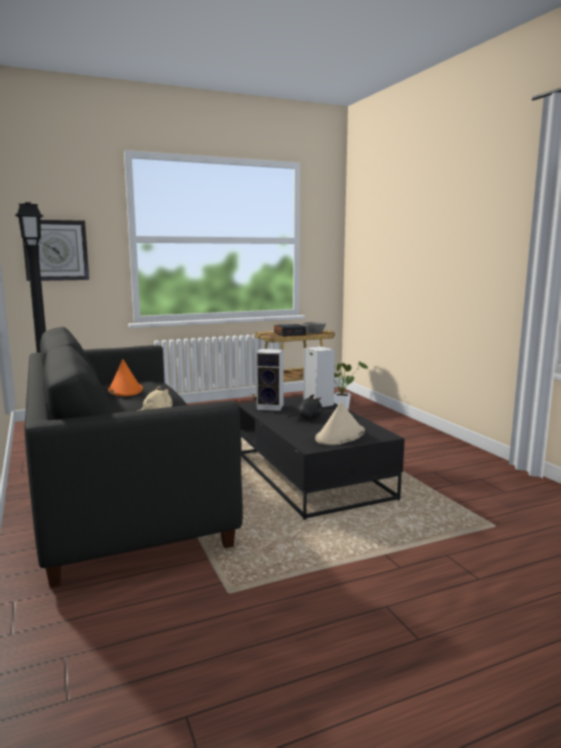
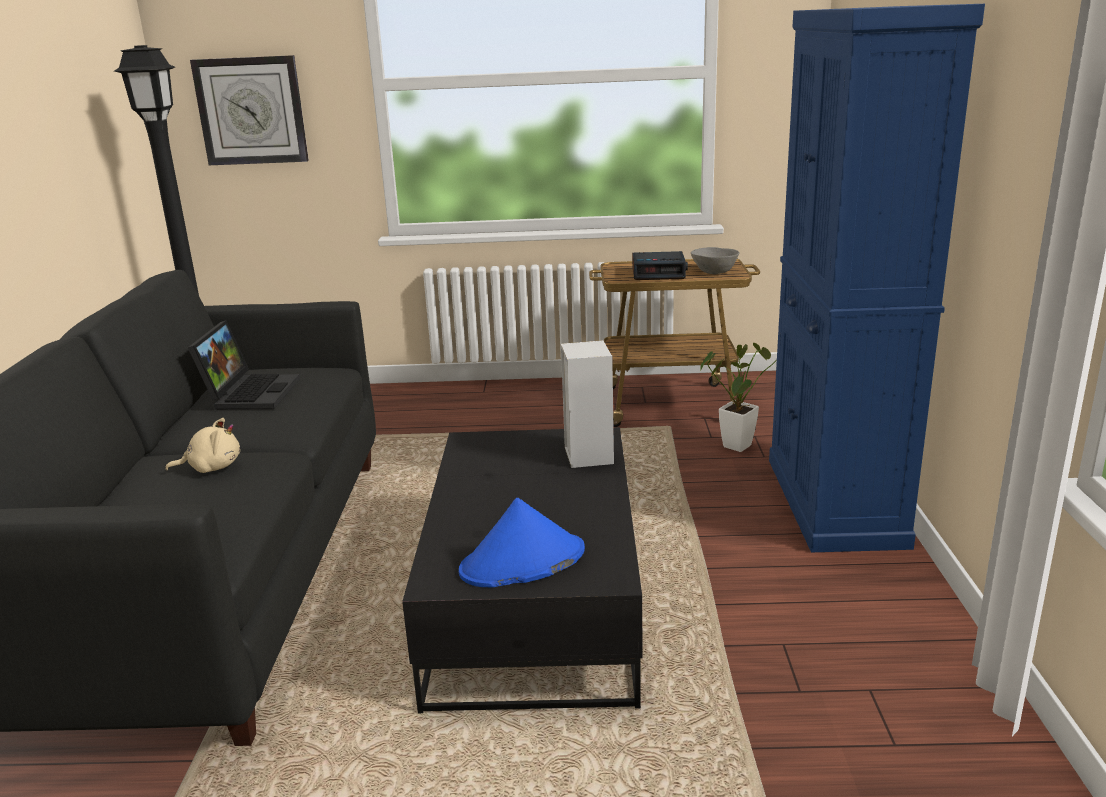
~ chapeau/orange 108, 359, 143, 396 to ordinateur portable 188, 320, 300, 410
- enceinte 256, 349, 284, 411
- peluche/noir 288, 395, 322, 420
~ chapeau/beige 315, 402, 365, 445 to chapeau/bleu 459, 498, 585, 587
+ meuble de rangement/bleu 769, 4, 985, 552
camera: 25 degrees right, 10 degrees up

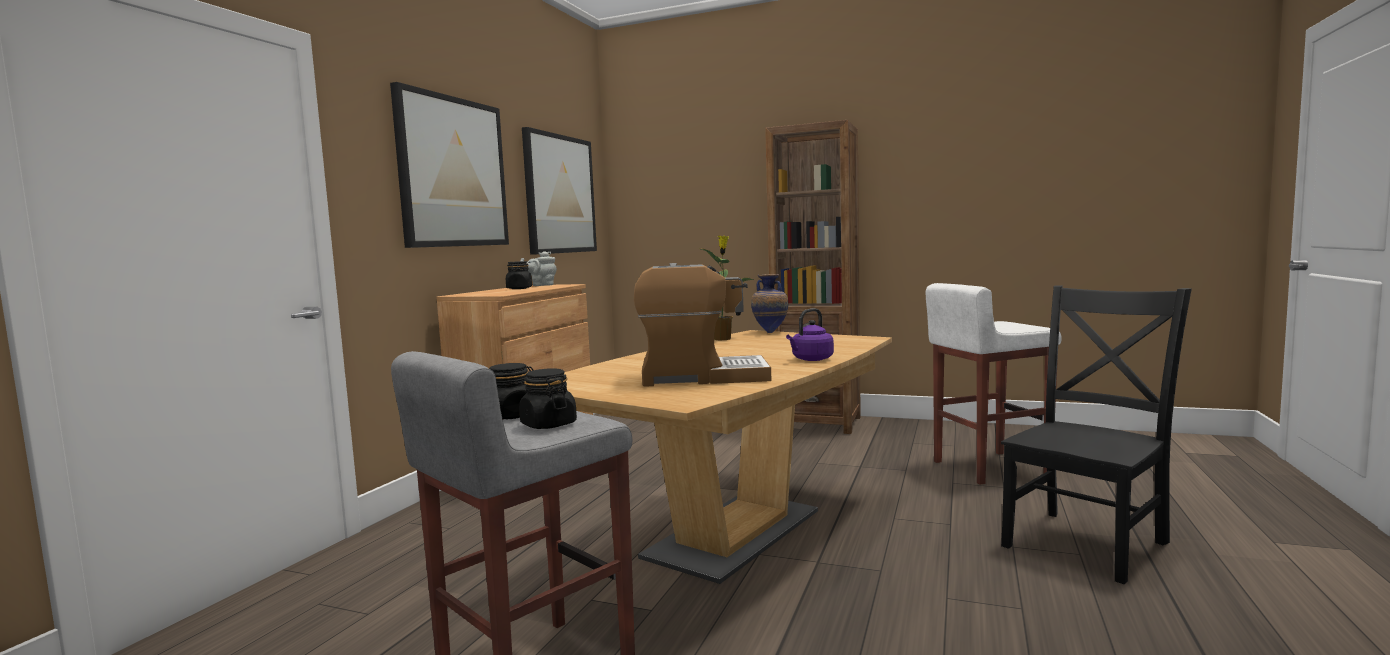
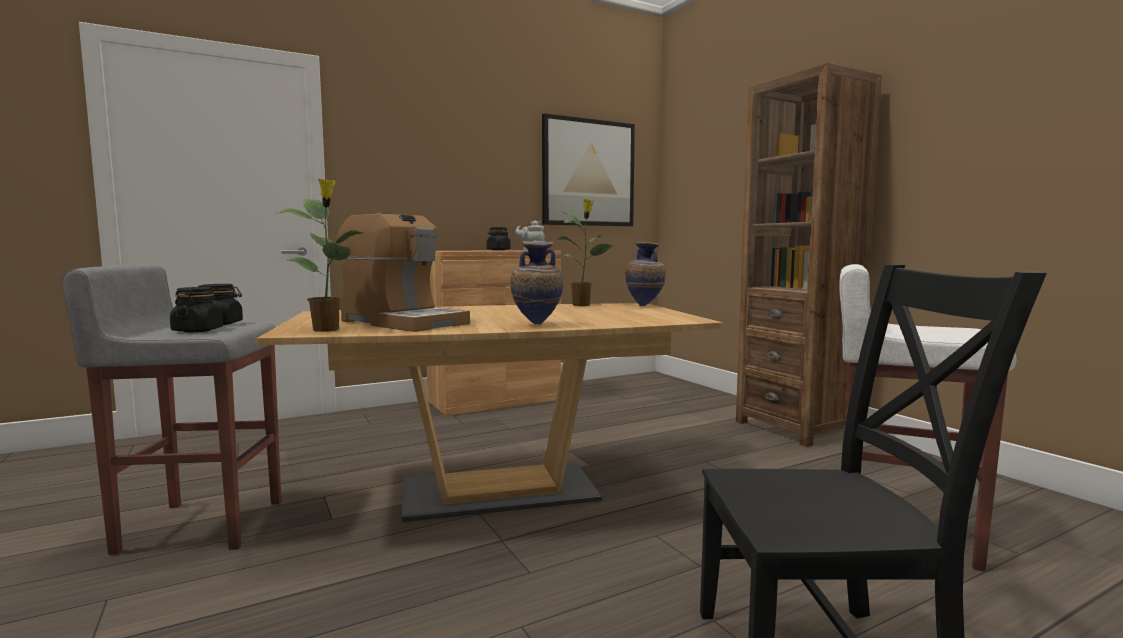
- tableau 390, 82, 509, 248
~ bouilloire/violet 786, 308, 834, 361 to vase 511, 241, 563, 324
+ plante en pot 277, 179, 363, 332
camera: 40 degrees right, 0 degrees up

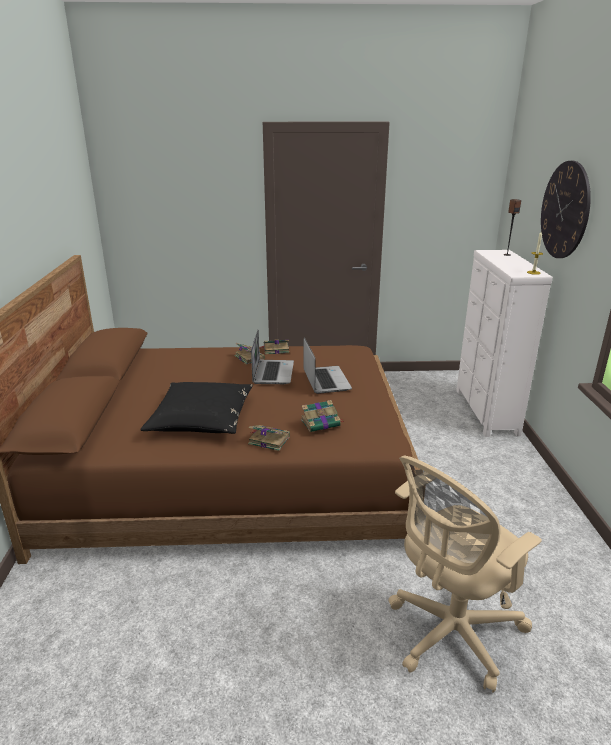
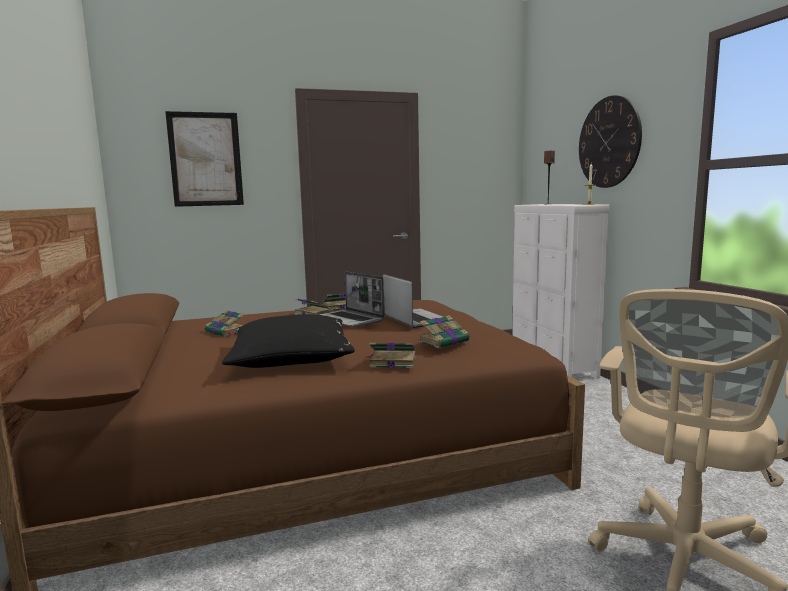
~ ordinateur portable 251, 329, 294, 384 = 319, 272, 385, 327 150 degrees clockwise
+ tableau 165, 111, 244, 207
+ livre 205, 310, 245, 337
camera: 15 degrees left, 15 degrees down

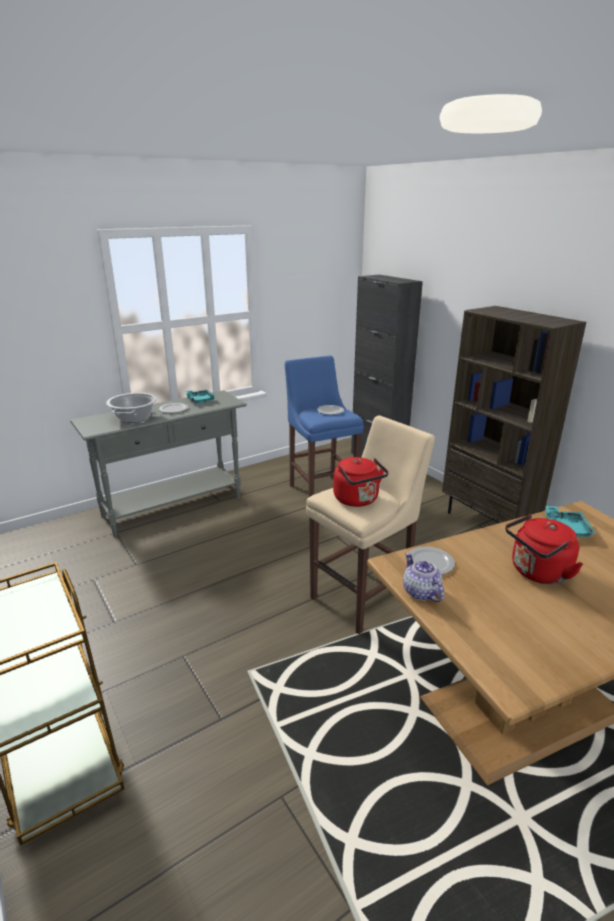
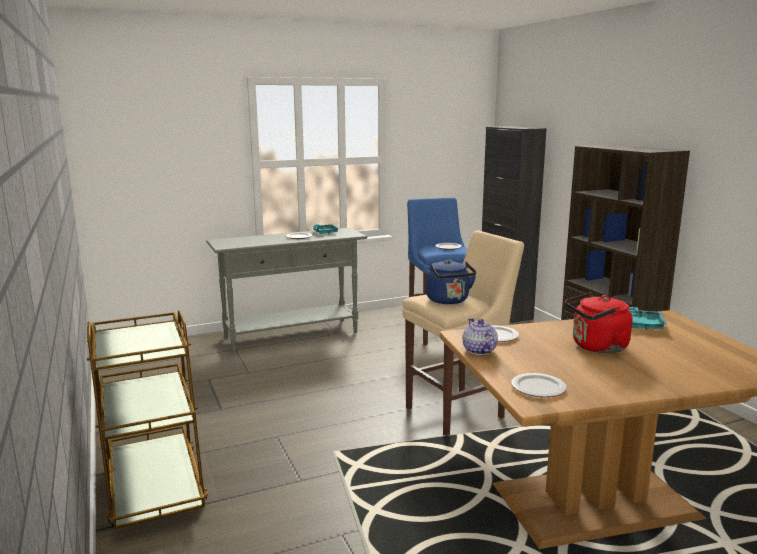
- marmite 106, 393, 157, 423
~ bouilloire/rouge 333, 457, 389, 507 to bouilloire/bleu 426, 260, 477, 304
+ assiette 511, 373, 567, 397
camera: 10 degrees right, 10 degrees down

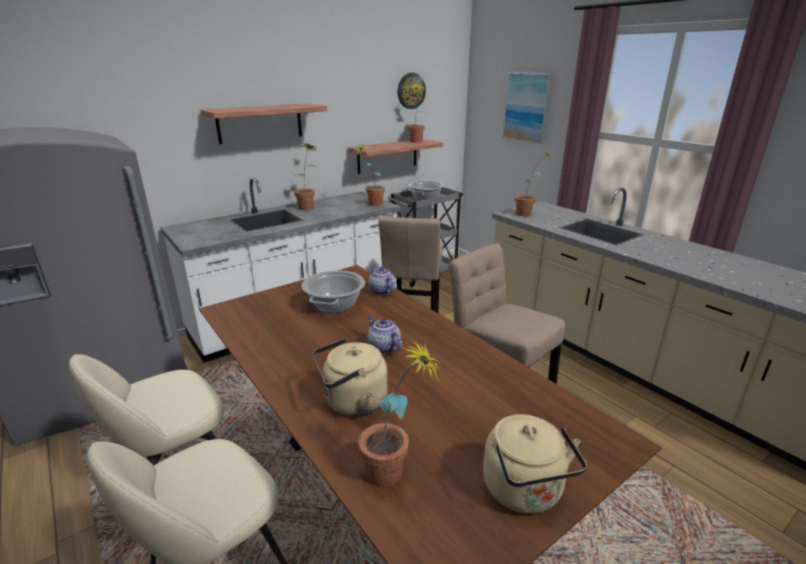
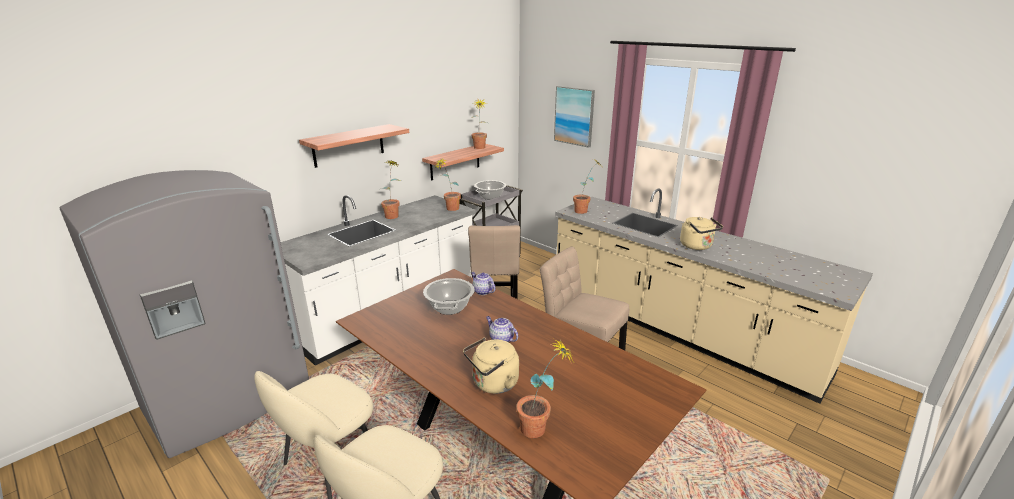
- horloge murale 398, 73, 426, 109
~ bouilloire/beige 483, 414, 587, 514 to 680, 217, 723, 250
camera: 10 degrees left, 0 degrees up

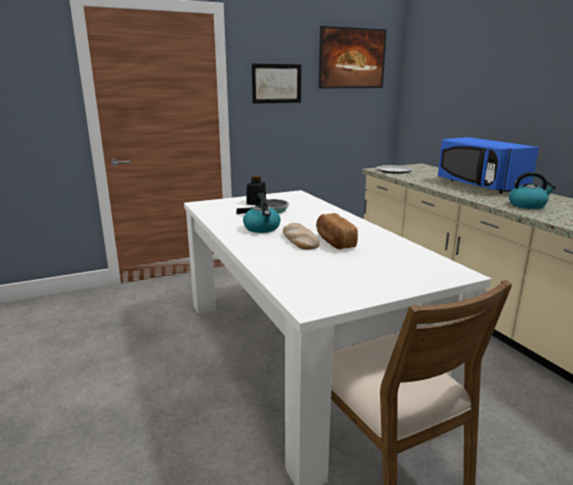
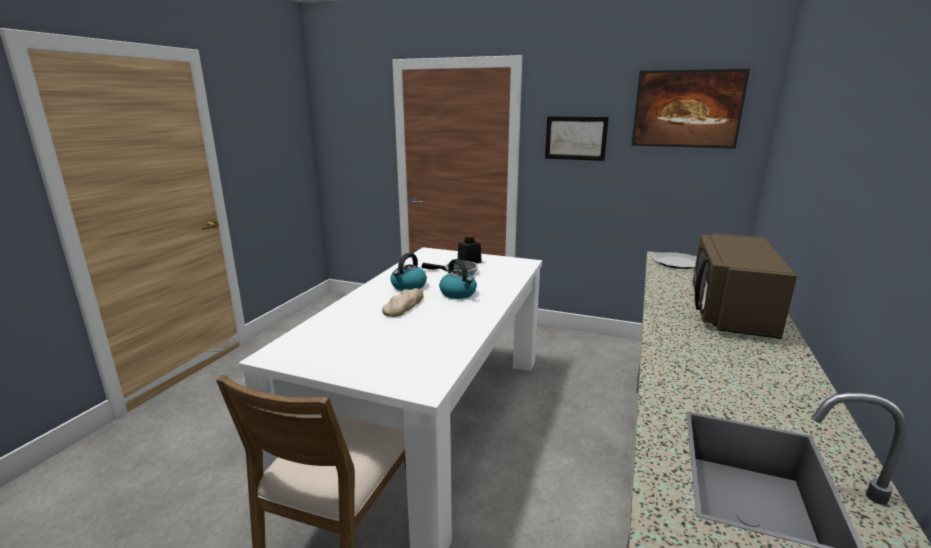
- pain 316, 213, 358, 249
~ micro-ondes/bleu 438, 137, 539, 193 to micro-ondes/marron 692, 233, 797, 339
~ bouilloire 509, 172, 556, 209 to 439, 259, 477, 299
camera: 45 degrees right, 0 degrees up

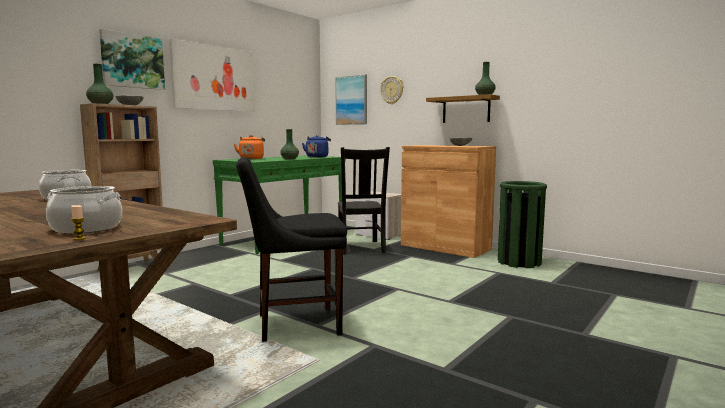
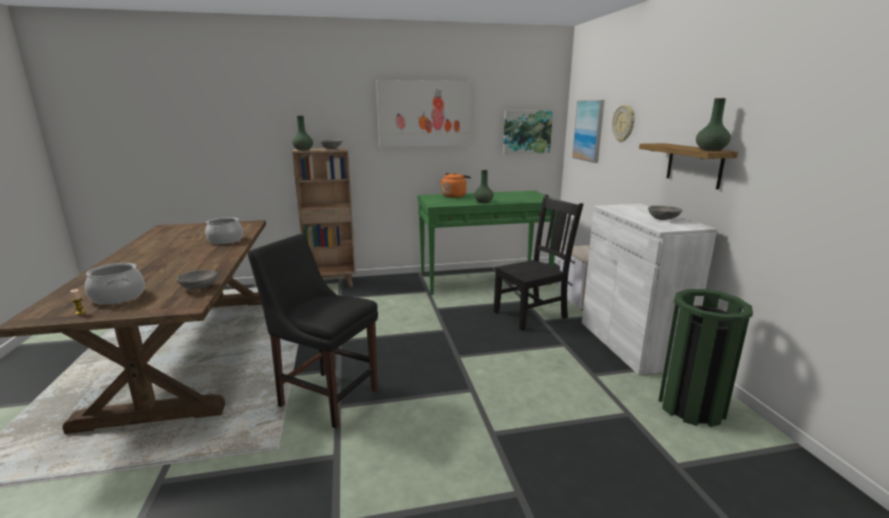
~ tableau 99, 29, 165, 90 to 503, 110, 553, 154
- bouilloire/bleu 302, 135, 331, 158
~ chaise/noir 338, 147, 390, 254 = 494, 194, 583, 331 150 degrees counterclockwise
~ meuble de rangement/marron 401, 145, 496, 258 to meuble de rangement/blanc 582, 204, 717, 375
+ bol/gris 177, 270, 217, 289
camera: 40 degrees right, 10 degrees up

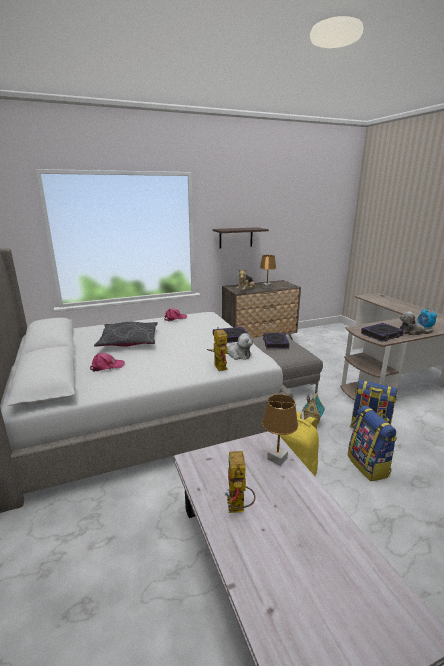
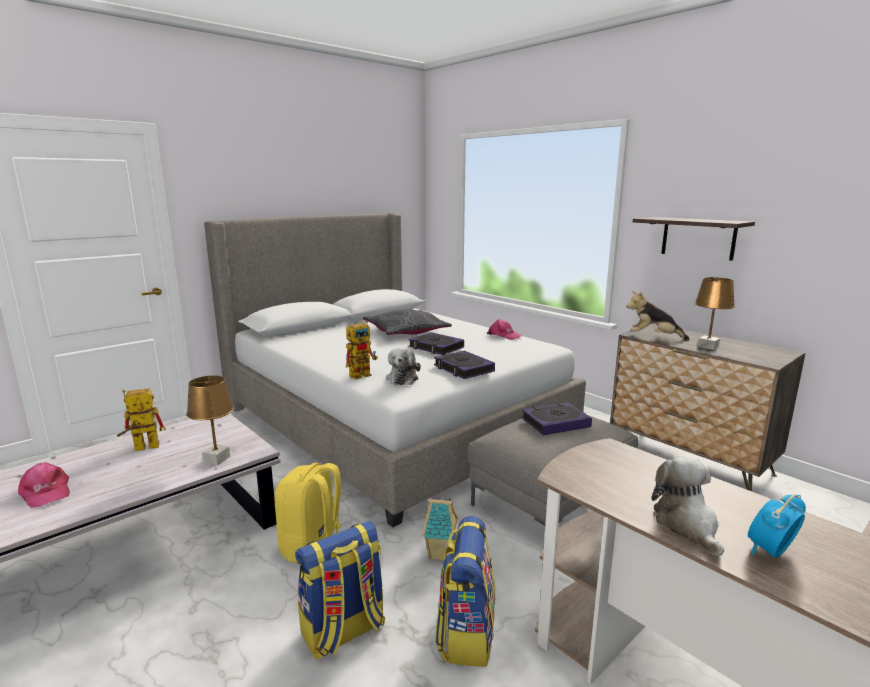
~ casquette/rose 90, 353, 125, 372 to 18, 463, 70, 508
~ livre 361, 323, 405, 342 to 409, 332, 464, 355
camera: 70 degrees right, 5 degrees down

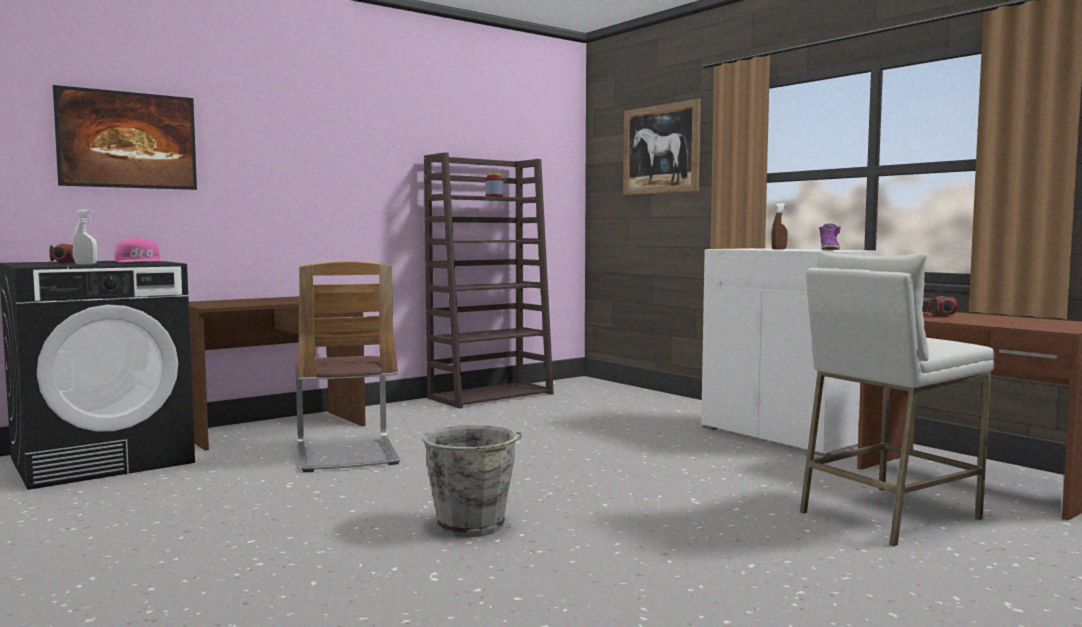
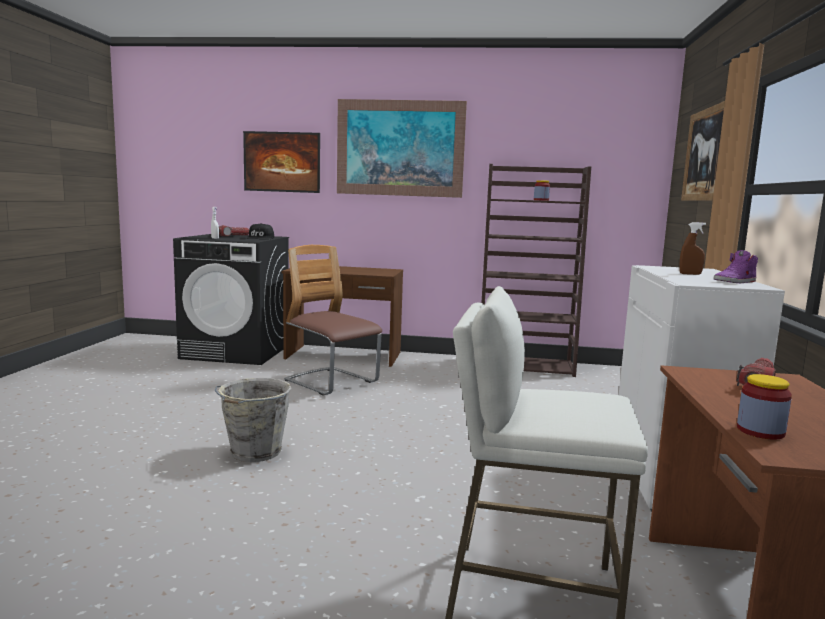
~ casquette/rose 115, 237, 164, 263 to casquette/noir 246, 223, 274, 239
~ chaise 295, 261, 400, 472 = 284, 245, 382, 396 105 degrees clockwise
+ tableau 337, 99, 467, 198
+ bocal 737, 374, 792, 440
camera: 45 degrees right, 5 degrees up

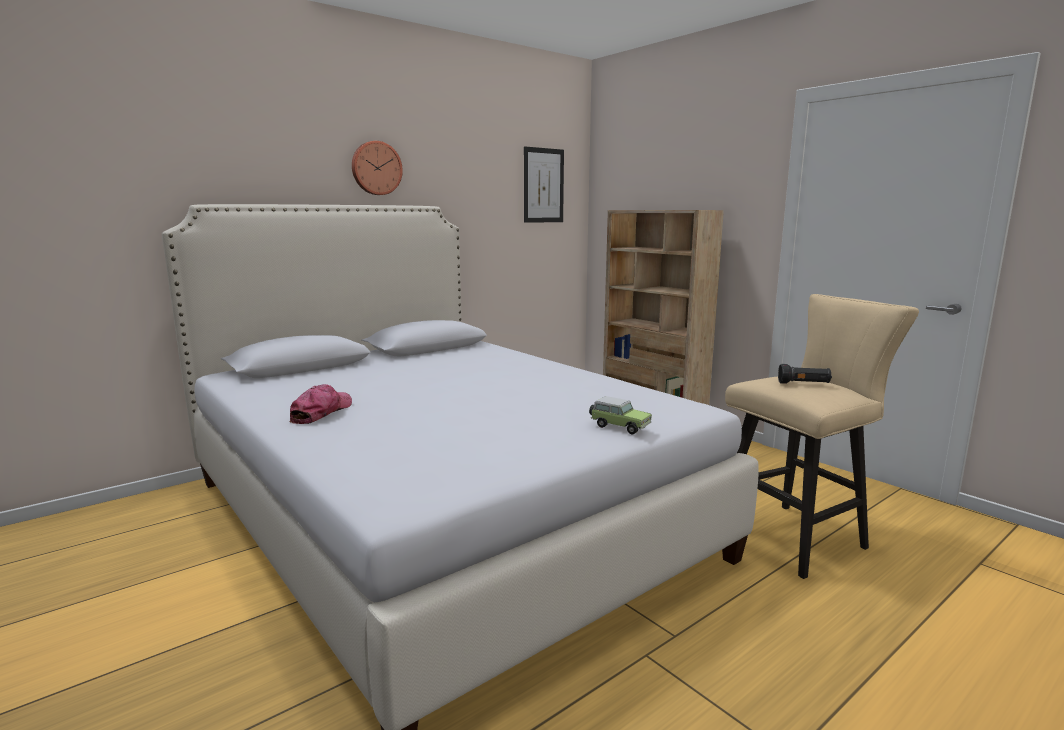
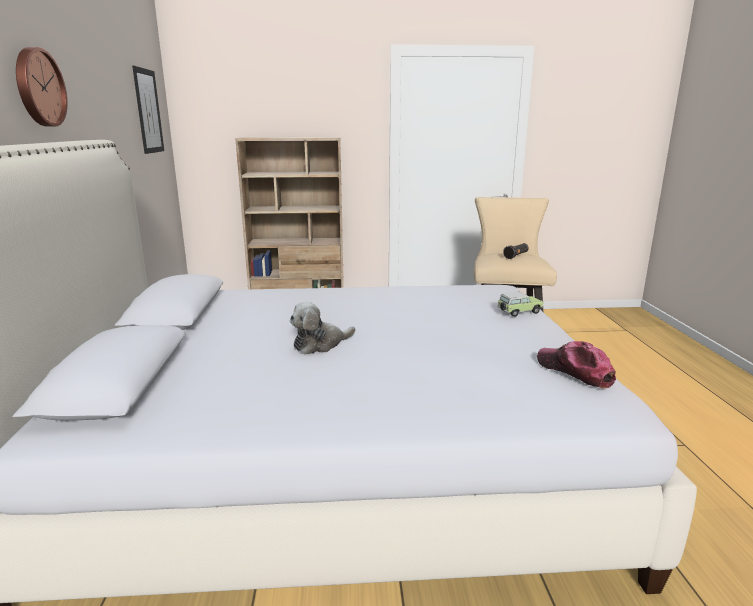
~ casquette 289, 384, 352, 424 to 537, 341, 616, 388
+ peluche 290, 302, 356, 355
camera: 55 degrees left, 5 degrees up

